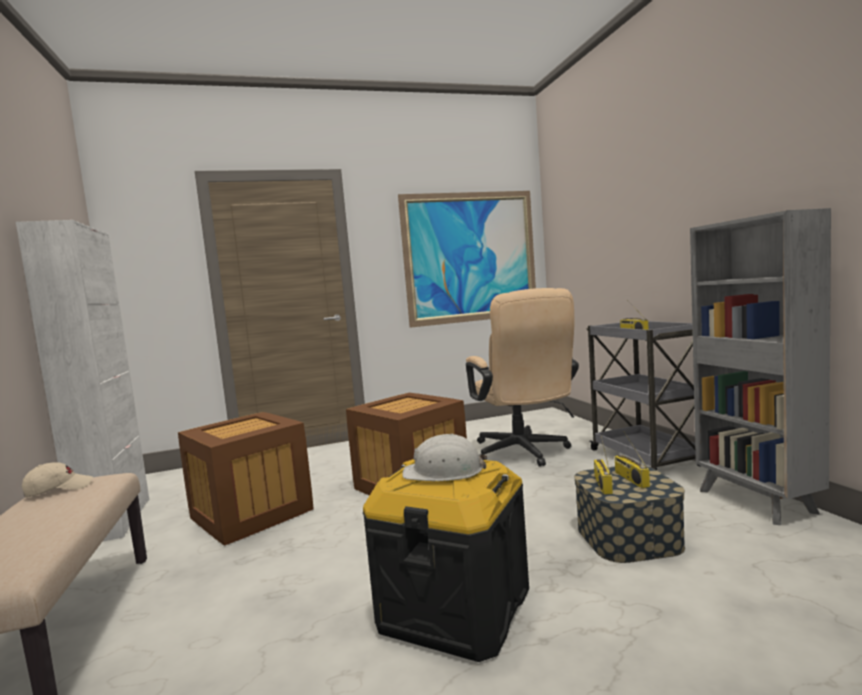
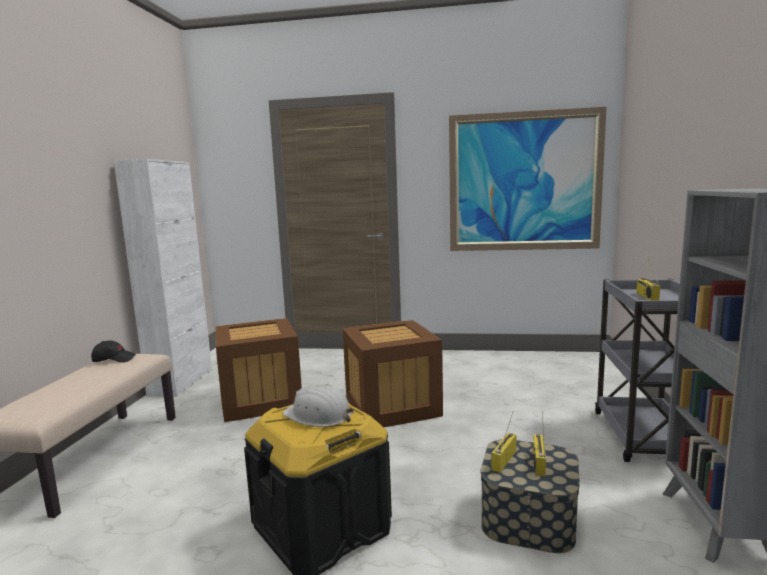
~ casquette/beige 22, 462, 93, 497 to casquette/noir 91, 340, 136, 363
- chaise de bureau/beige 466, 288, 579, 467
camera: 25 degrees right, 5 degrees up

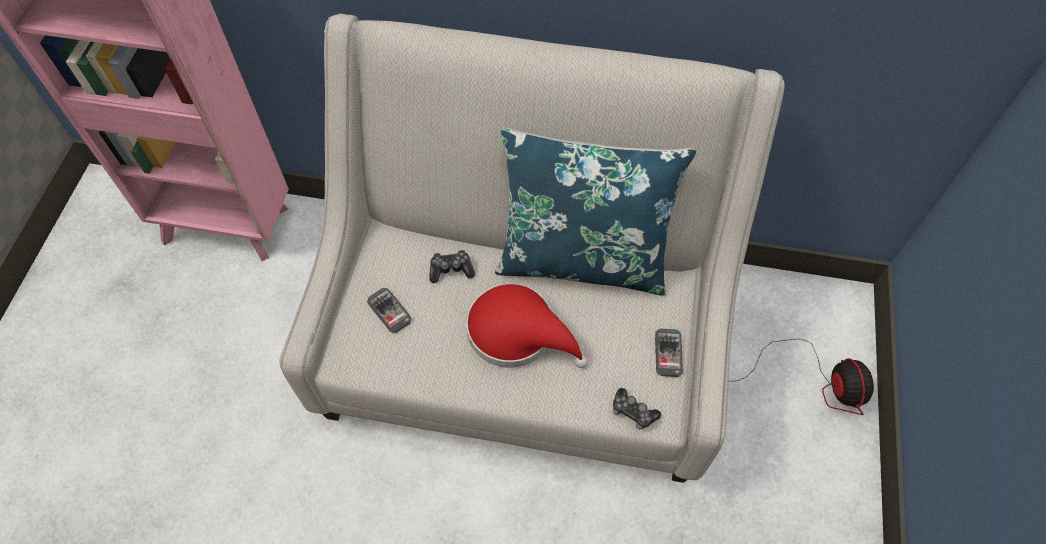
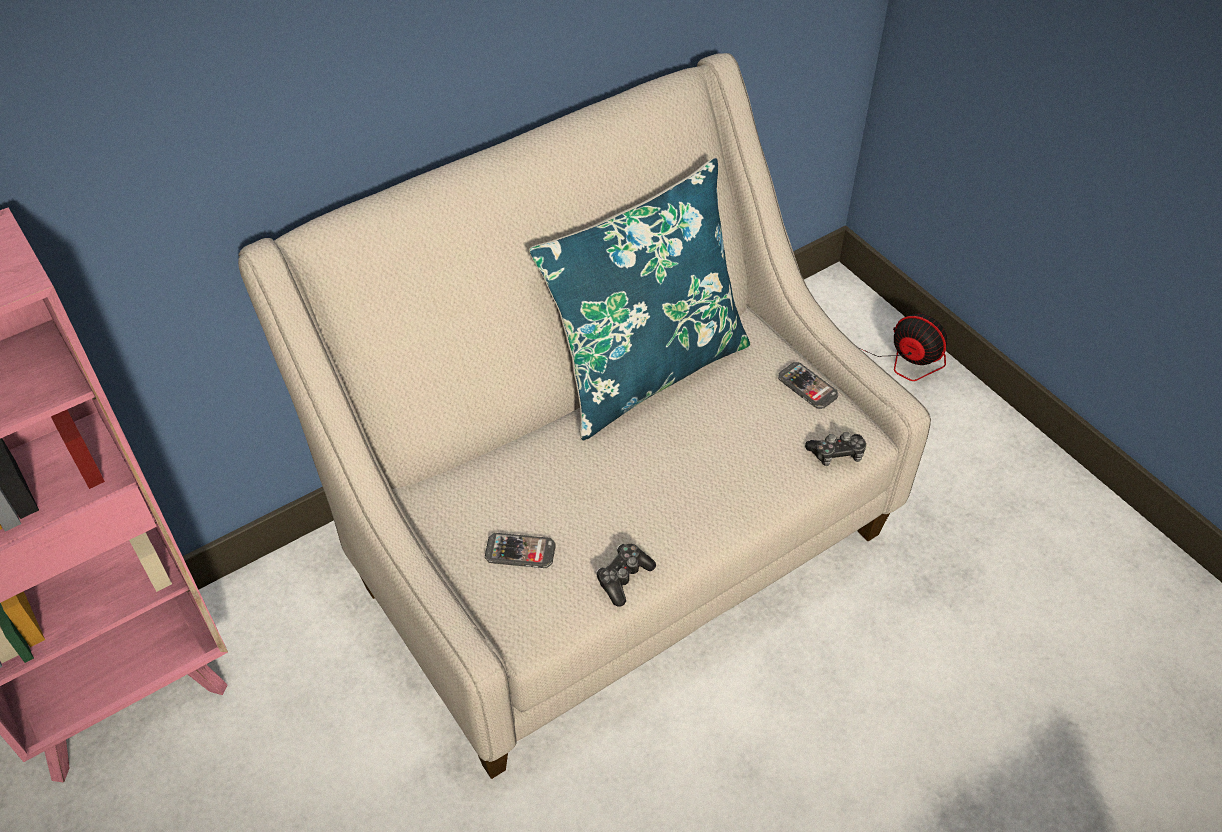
~ manette 429, 250, 475, 283 to 596, 544, 656, 607
- chapeau/rouge 466, 284, 588, 368
camera: 45 degrees left, 10 degrees down

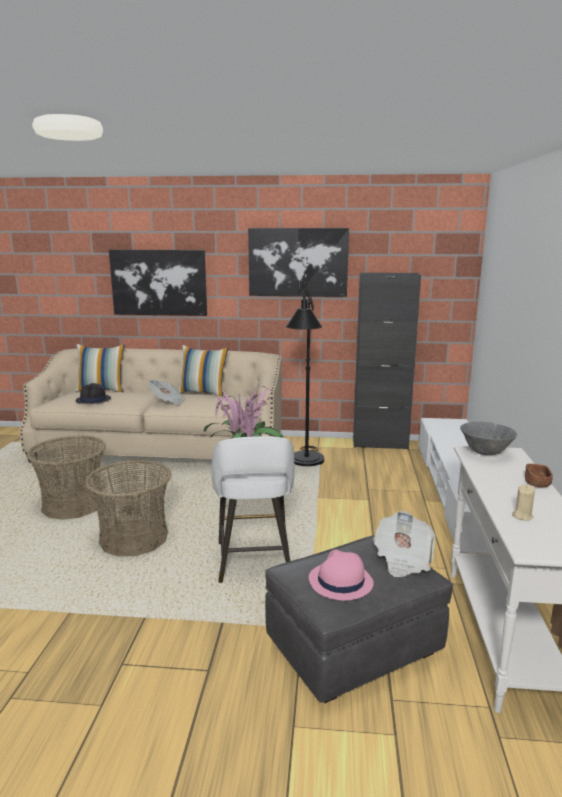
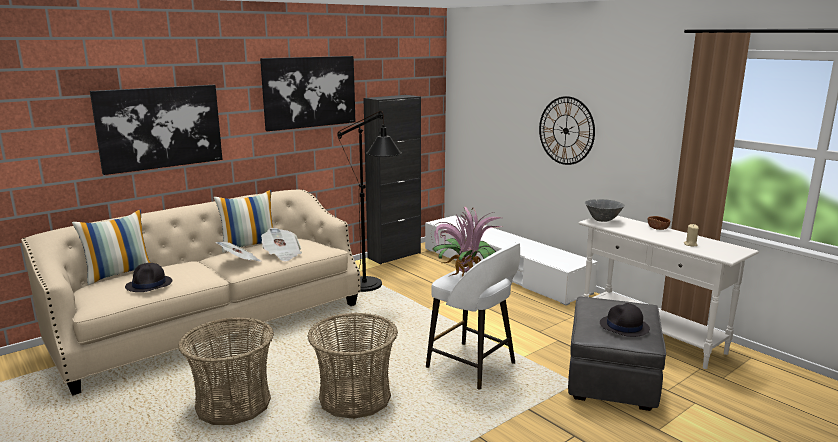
~ chapeau/rose 309, 549, 374, 600 to chapeau/noir 600, 303, 650, 337
~ journal 373, 511, 436, 577 to 261, 228, 302, 262
+ horloge murale 539, 96, 595, 165
camera: 45 degrees left, 0 degrees up

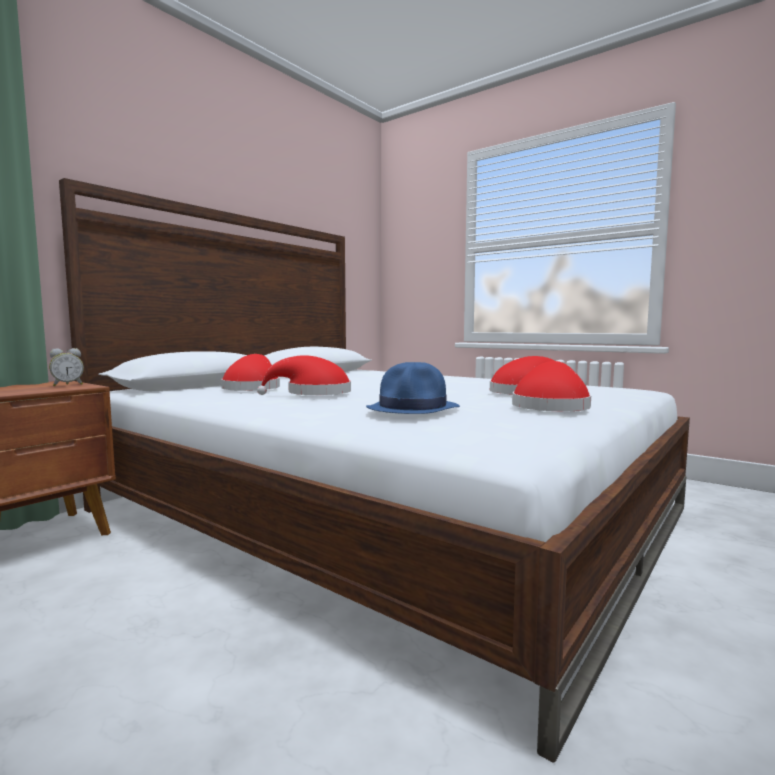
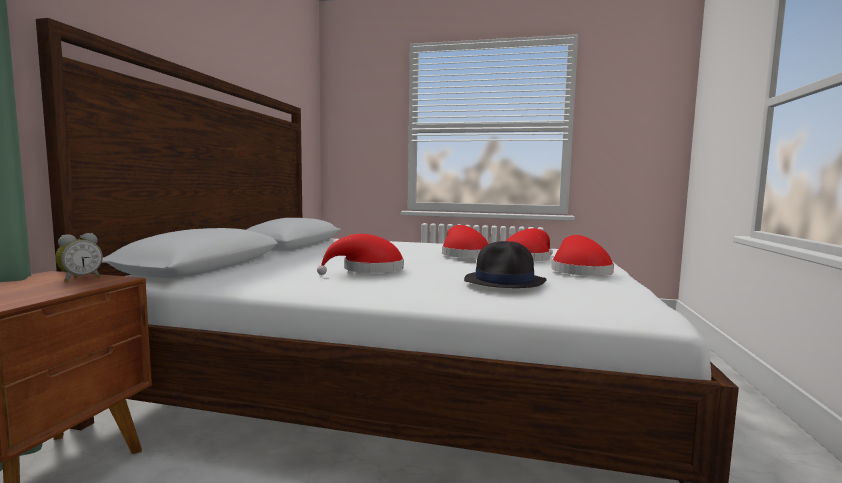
~ chapeau/rouge 221, 354, 280, 391 to 442, 225, 488, 258
~ chapeau/bleu 366, 362, 460, 414 to chapeau/noir 464, 241, 546, 288
camera: 25 degrees left, 0 degrees up

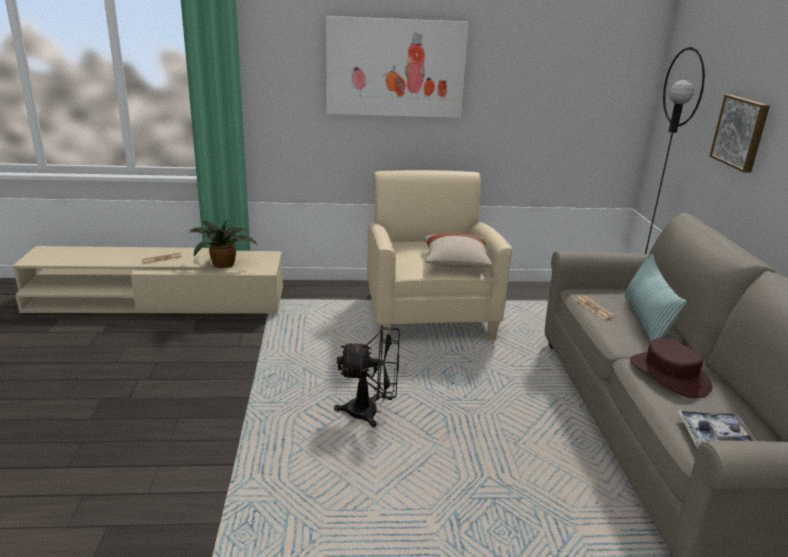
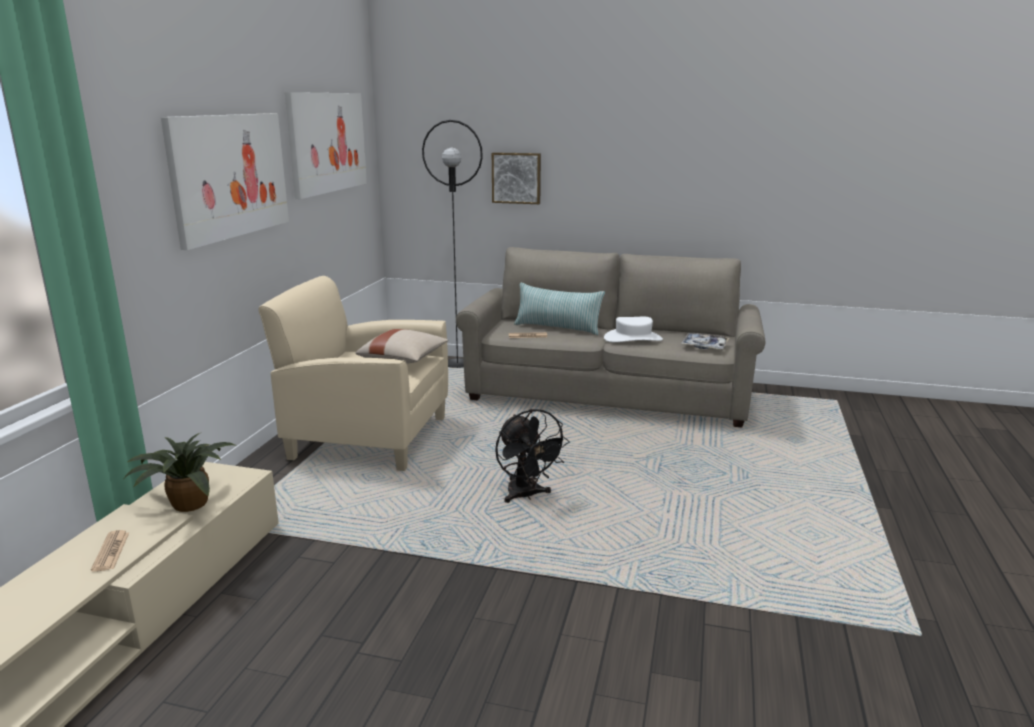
~ ventilateur/noir 334, 326, 400, 427 = 495, 409, 570, 503 135 degrees clockwise
~ chapeau/marron 630, 338, 713, 398 to chapeau/blanc 604, 317, 663, 342
+ tableau 285, 92, 367, 199
camera: 70 degrees left, 5 degrees down

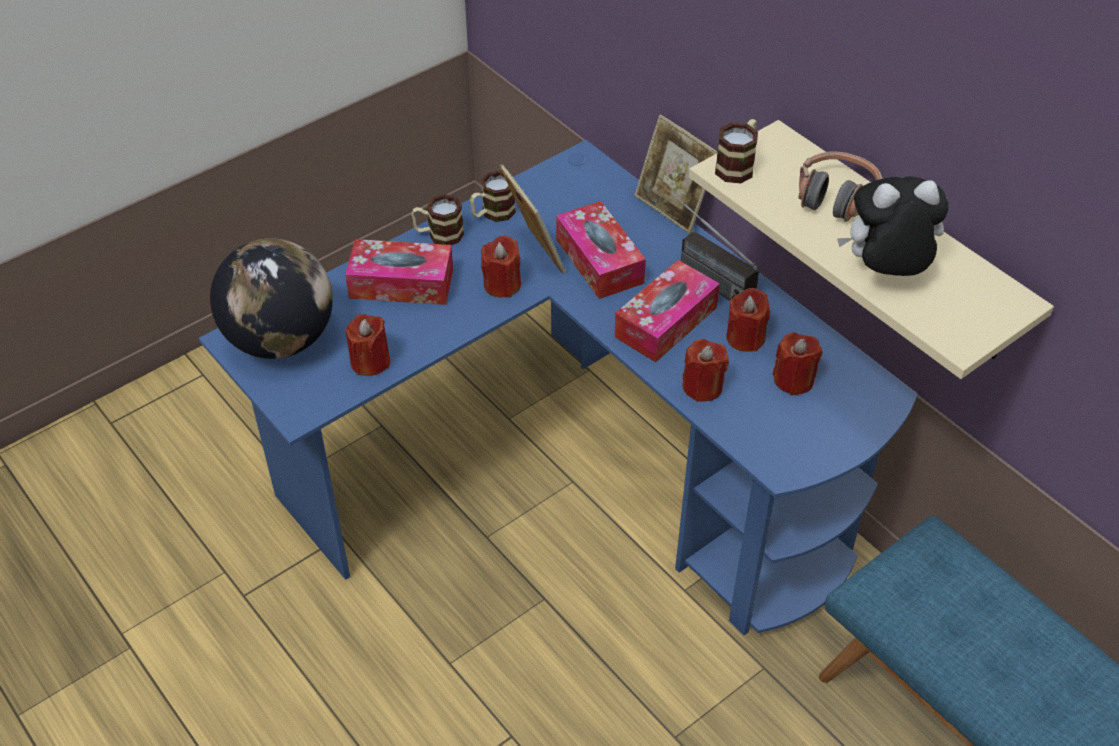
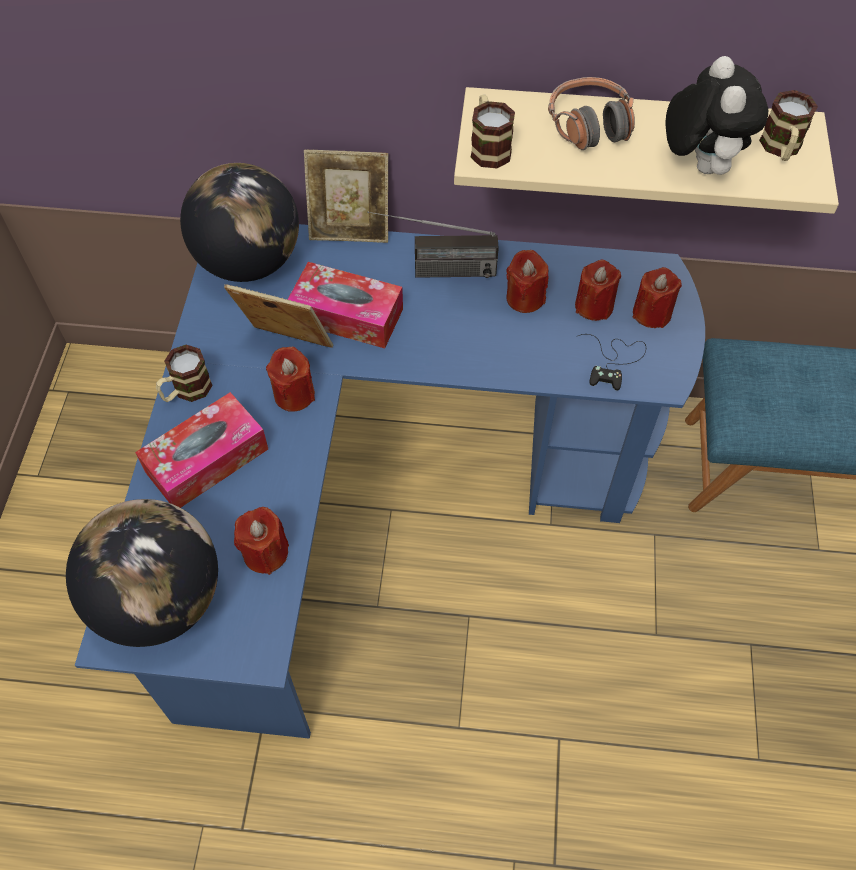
~ mug 470, 171, 516, 222 to 759, 90, 818, 161
- boîte à mouchoirs 614, 260, 720, 362
~ bougie/rouge 682, 339, 729, 402 to 633, 267, 682, 328
~ peluche 837, 176, 948, 276 = 665, 56, 768, 175 135 degrees clockwise
+ globe 180, 163, 299, 282
+ manette/noir 576, 334, 646, 390
camera: 45 degrees left, 10 degrees up

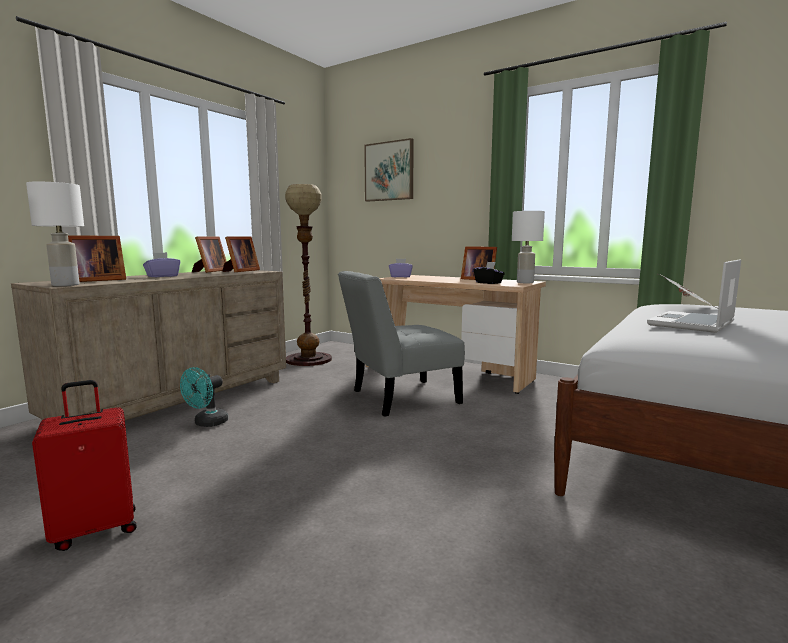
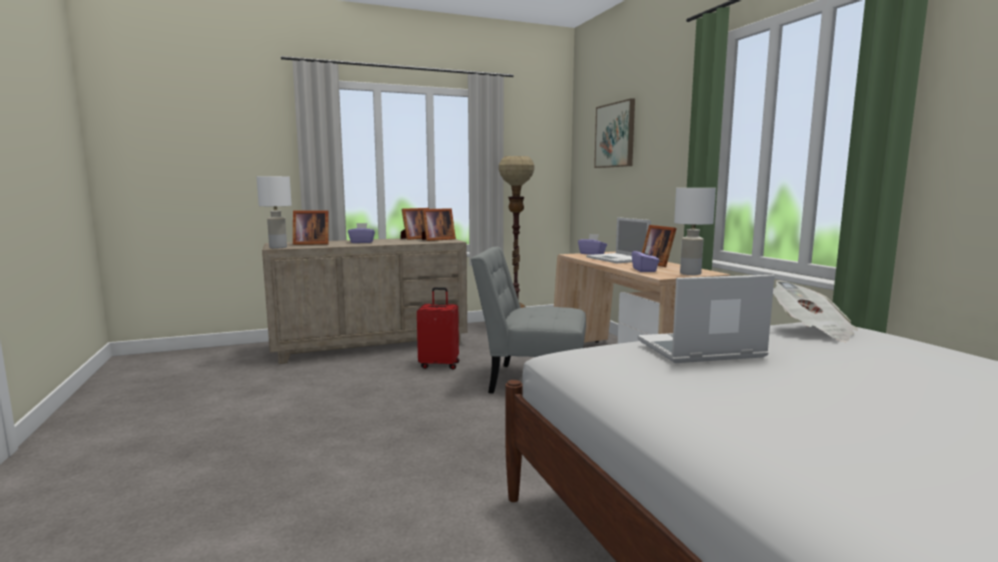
~ valise/rouge 32, 380, 137, 551 to 417, 287, 459, 370
- ventilateur/turquoise 180, 367, 228, 427
~ boîte à mouchoirs/noir 474, 262, 505, 284 to boîte à mouchoirs/violet 632, 246, 660, 272
+ ordinateur portable 586, 217, 651, 263
camera: 35 degrees right, 0 degrees up

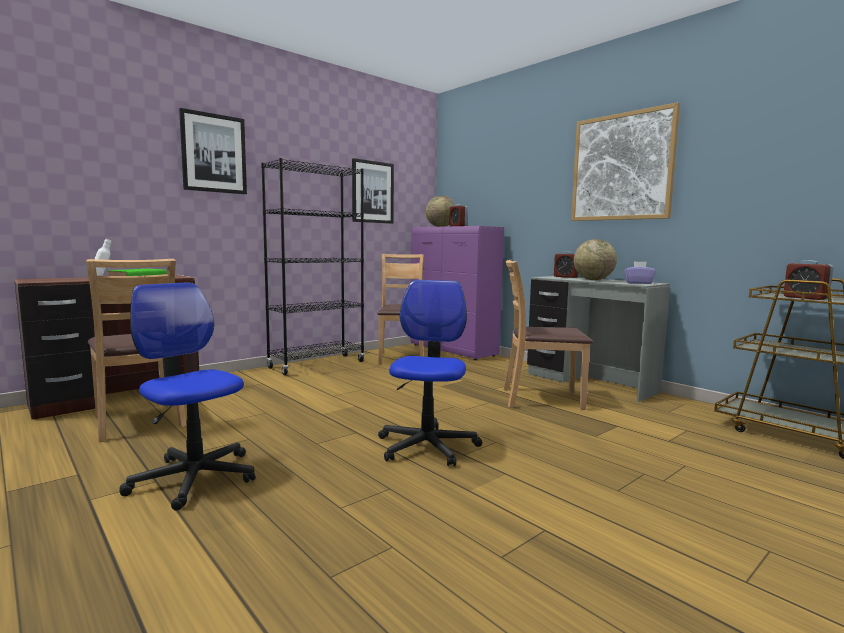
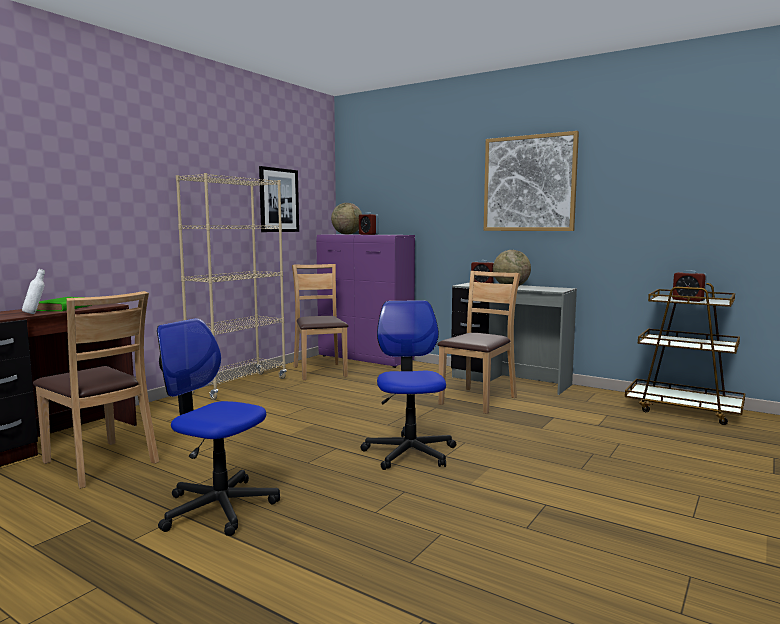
- tableau 179, 108, 247, 194
~ bibliothèque/noir 261, 158, 365, 375 to bibliothèque/beige 176, 173, 287, 400
~ chaise/marron 504, 260, 593, 410 = 437, 271, 521, 414 135 degrees clockwise
- boîte à mouchoirs/violet 624, 261, 656, 284
camera: 15 degrees left, 0 degrees up

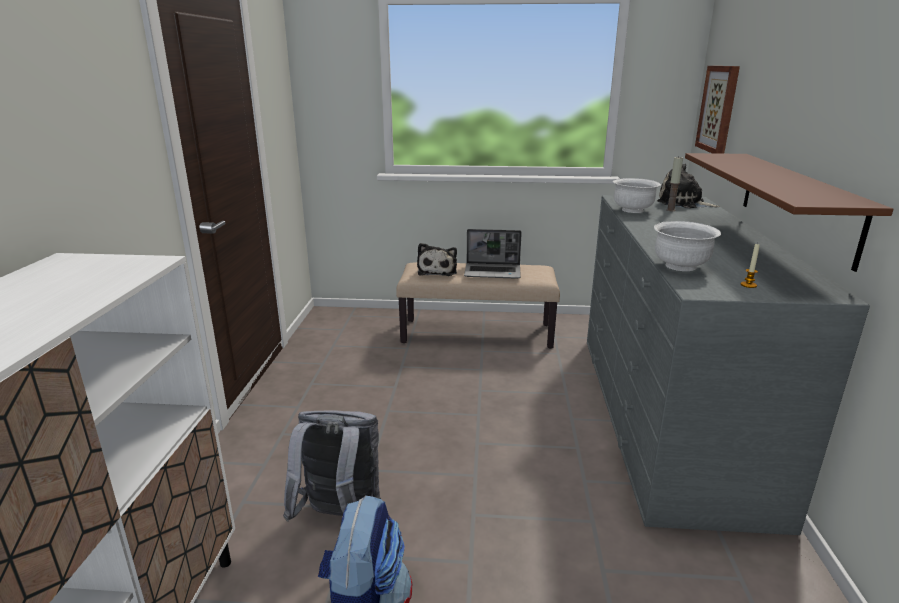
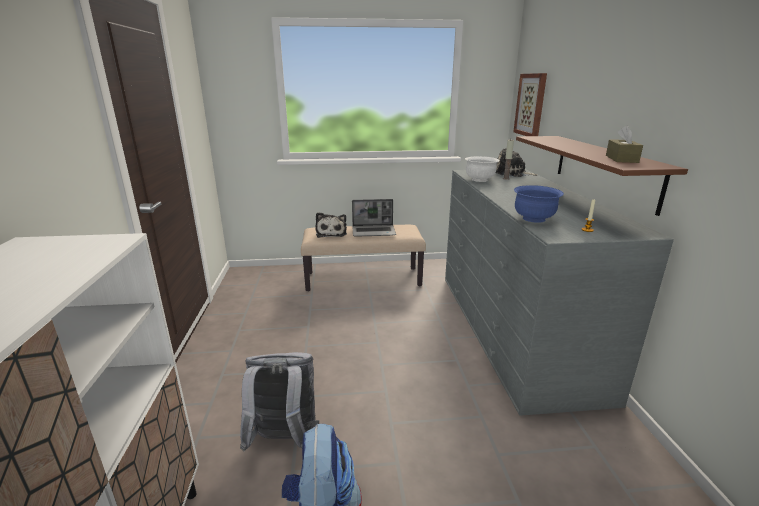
~ bol/blanc 654, 221, 721, 271 to bol/bleu 514, 185, 564, 223
+ boîte à mouchoirs/marron 606, 125, 643, 163
camera: 10 degrees left, 0 degrees up

